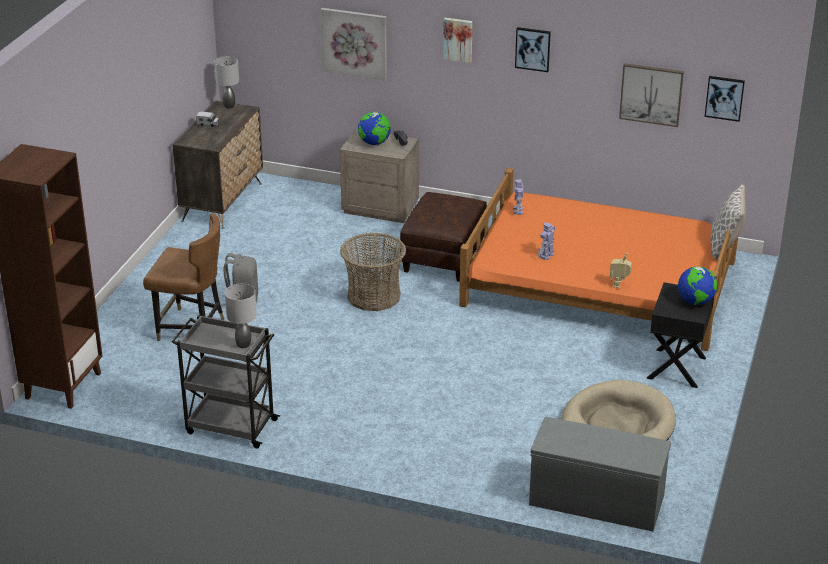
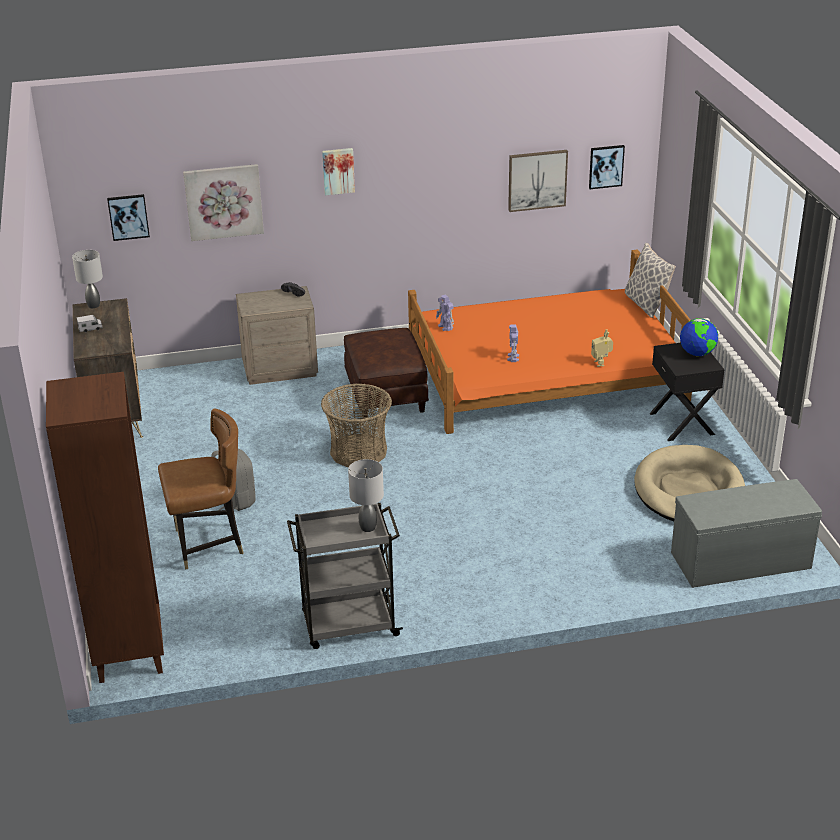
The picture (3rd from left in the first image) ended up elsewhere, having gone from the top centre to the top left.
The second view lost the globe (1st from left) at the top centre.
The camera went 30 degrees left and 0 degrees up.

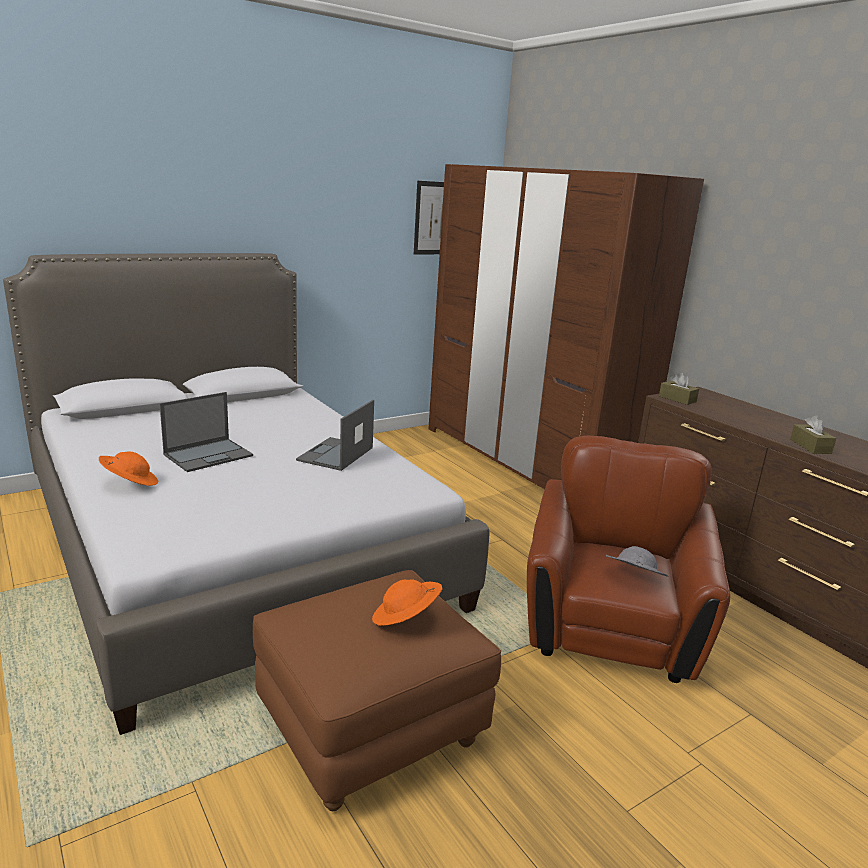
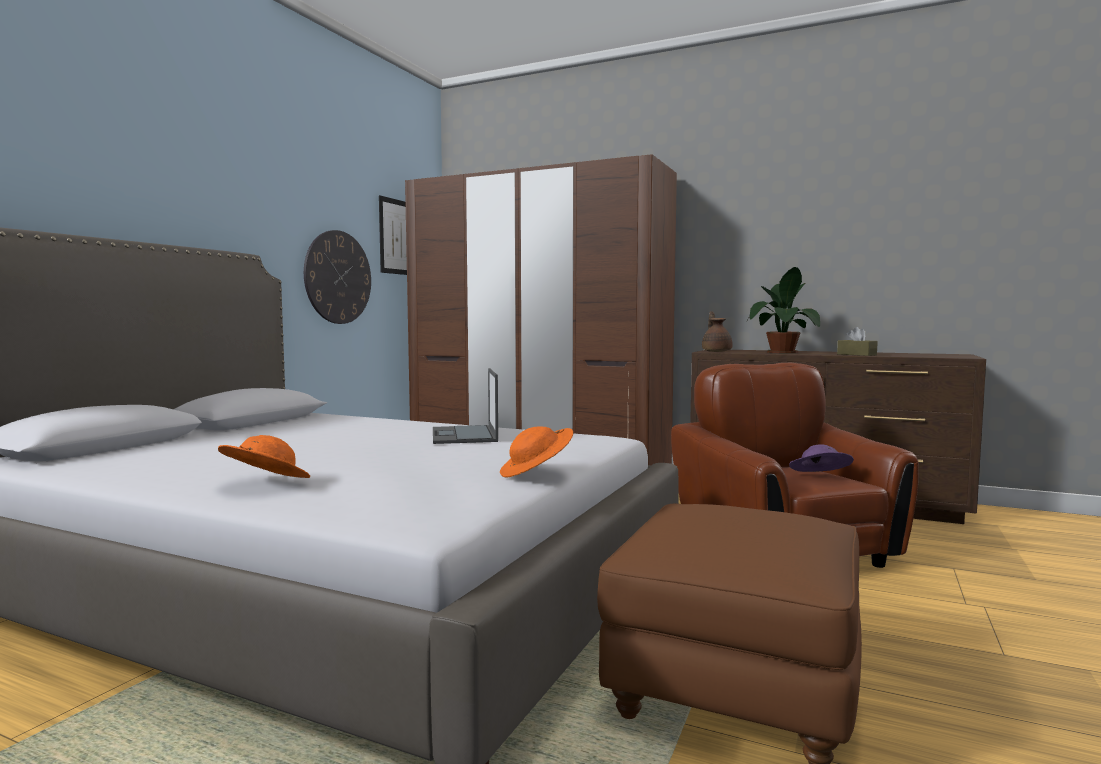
Where the brown tissue box (1st from left) stood at the middle right, the brown teapot came to stand at the centre.
The second view lost the laptop (1st from left) at the middle left.
What was the grey hat at the middle right turned into the purple hat at the middle right.
The orange hat (2nd from left) ended up elsewhere, having gone from the bottom centre to the centre.
The second view gained the wall clock at the middle left.
The second view gained the potted plant at the middle right.
The camera went 30 degrees left and 15 degrees down.

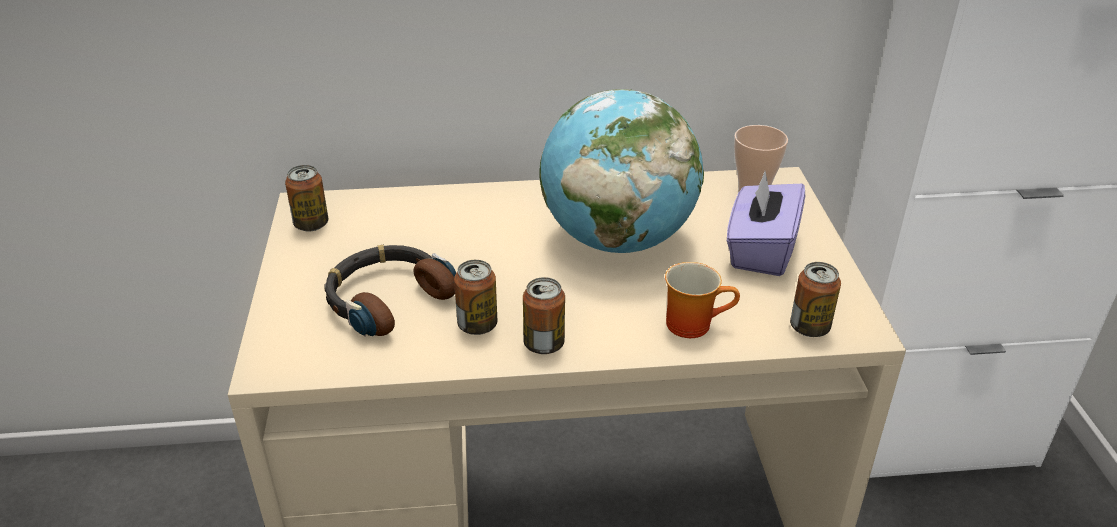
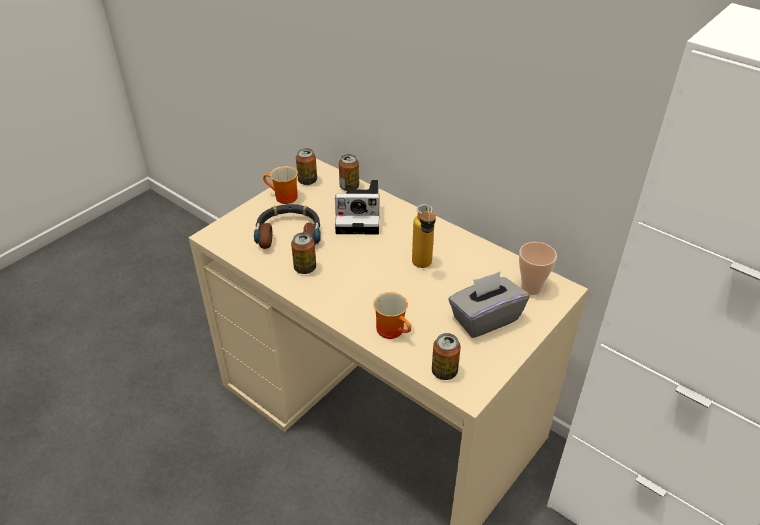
Where the globe stood at the top centre, the bottle came to stand at the centre.
What was the purple tissue box at the middle right turned into the grey tissue box at the centre.
The can (3rd from left) ended up elsewhere, having gone from the centre to the top centre.
The second view gained the mug (1st from left) at the centre.
The second view gained the photo camera at the centre.
The camera went 45 degrees right and 5 degrees up.

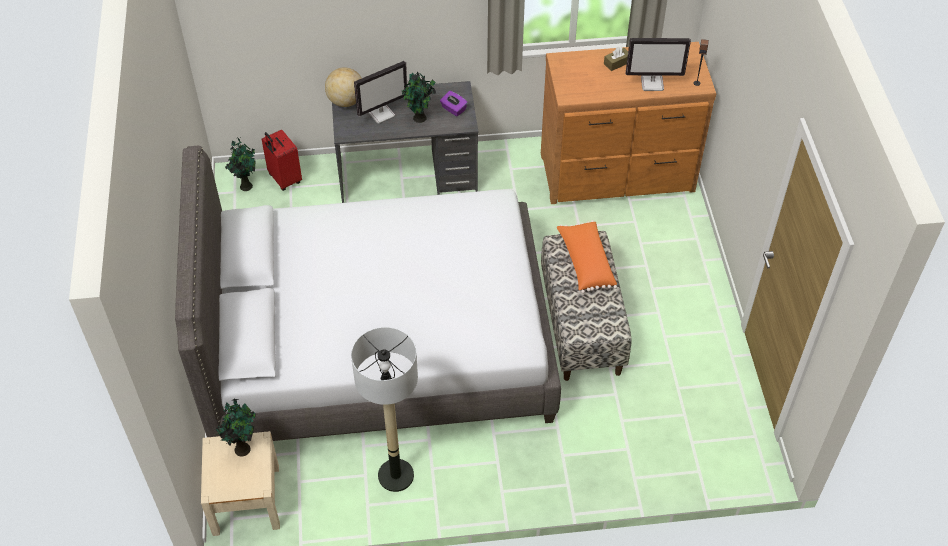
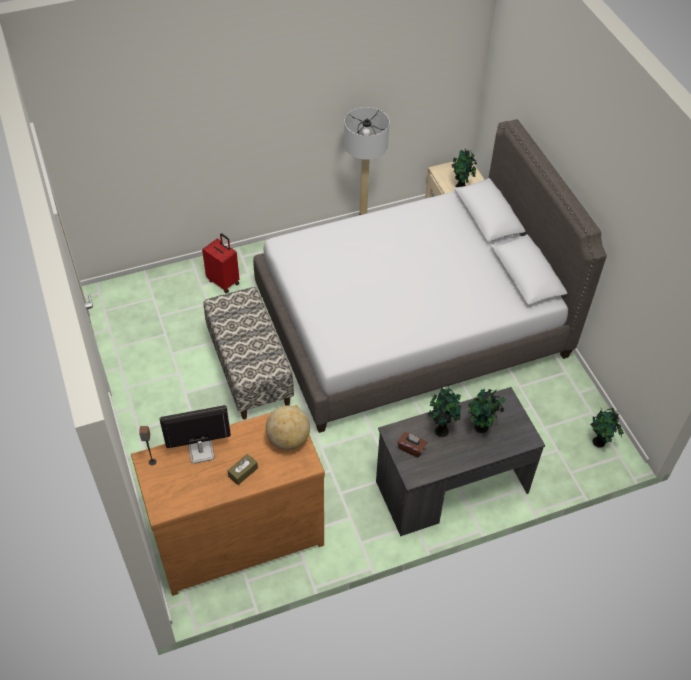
Where the monitor (1st from left) stood at the top centre, the potted plant (3rd from left) came to stand at the middle right.
The globe ended up elsewhere, having gone from the top centre to the centre.
What was the purple tissue box at the top centre turned into the brown tissue box (2nd from left) at the centre.
The red suitcase ended up elsewhere, having gone from the top left to the middle left.
The second view lost the orange pillow at the centre.
The camera went 165 degrees right and 0 degrees up.

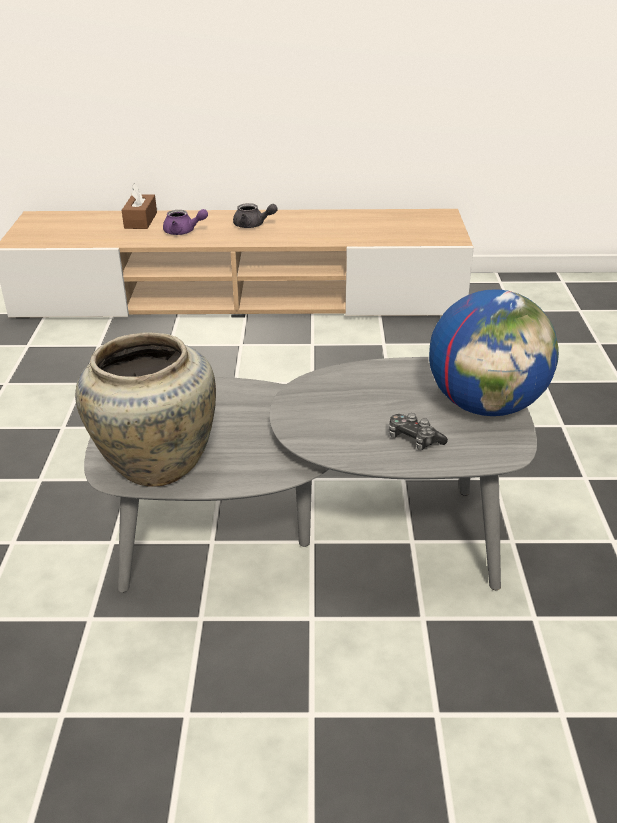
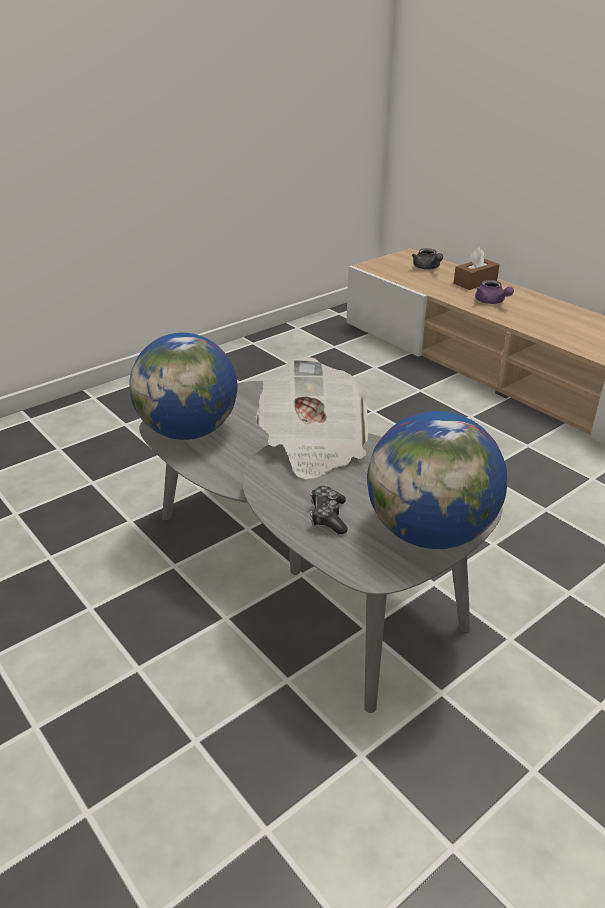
The grey teapot ended up elsewhere, having gone from the top centre to the top right.
Where the beige vase stood at the middle left, the globe (1st from left) came to stand at the middle left.
The second view gained the newspaper at the centre.
The camera went 50 degrees right and 0 degrees up.

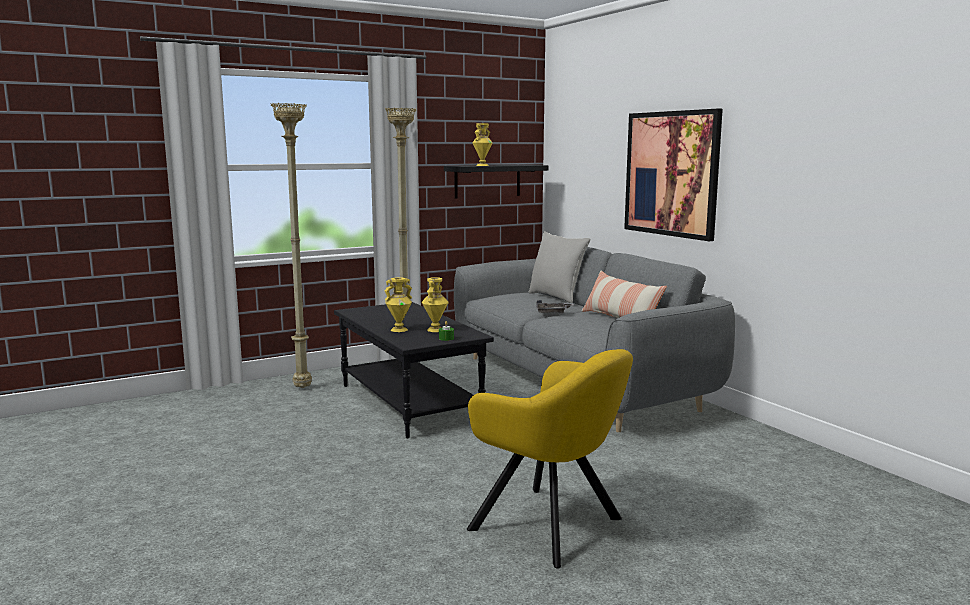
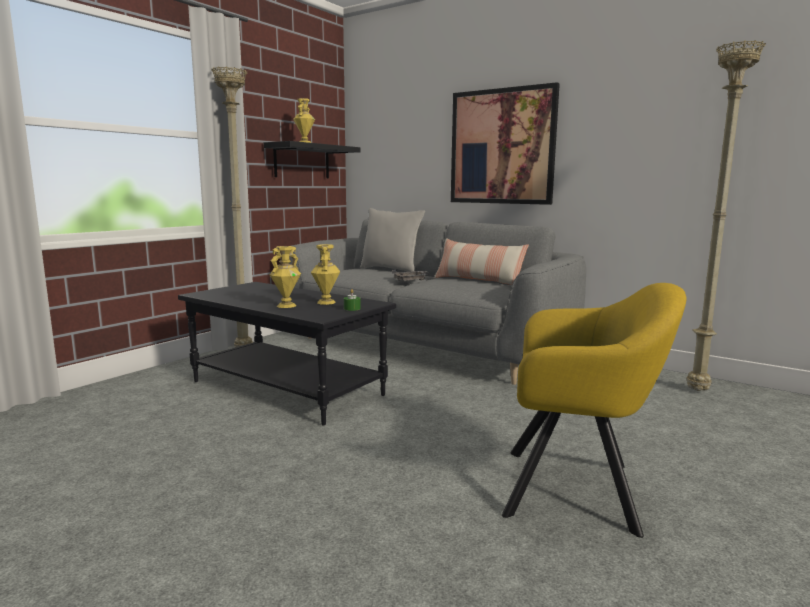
The beige floor lamp (1st from left in the first image) ended up elsewhere, having gone from the middle left to the middle right.
The camera went 25 degrees left and 0 degrees up.

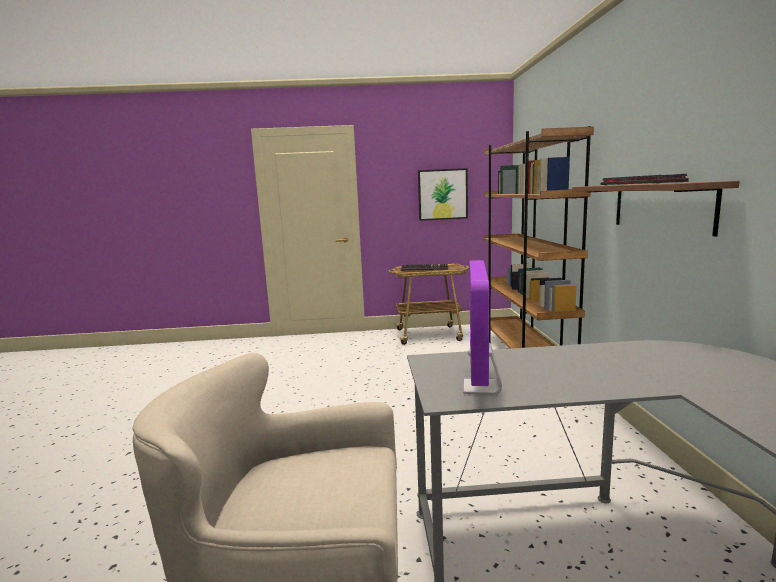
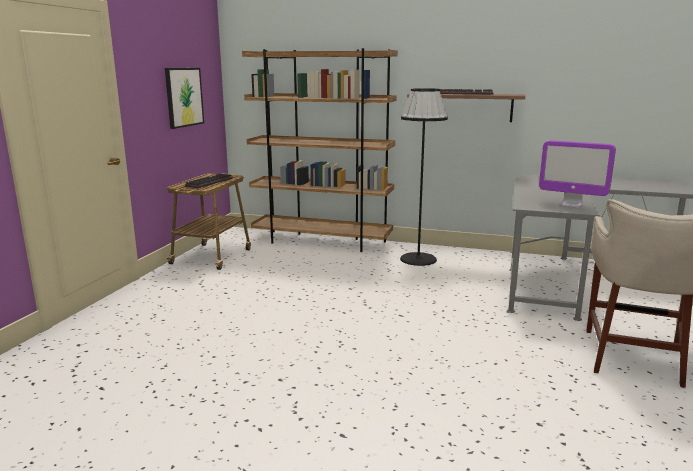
The second view gained the black floor lamp at the centre.
The camera went 70 degrees left and 5 degrees up.

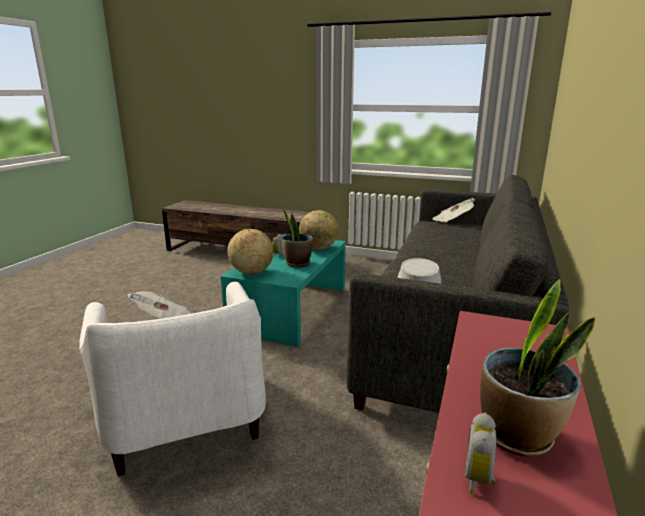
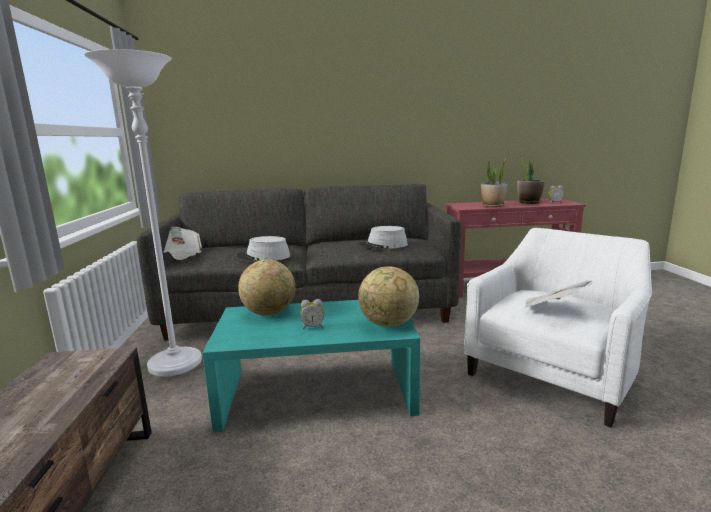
The potted plant (1st from left) ended up elsewhere, having gone from the centre to the middle right.
The second view gained the white floor lamp at the middle left.
The second view gained the grey hat (1st from left) at the centre.
The camera went 115 degrees left and 5 degrees down.

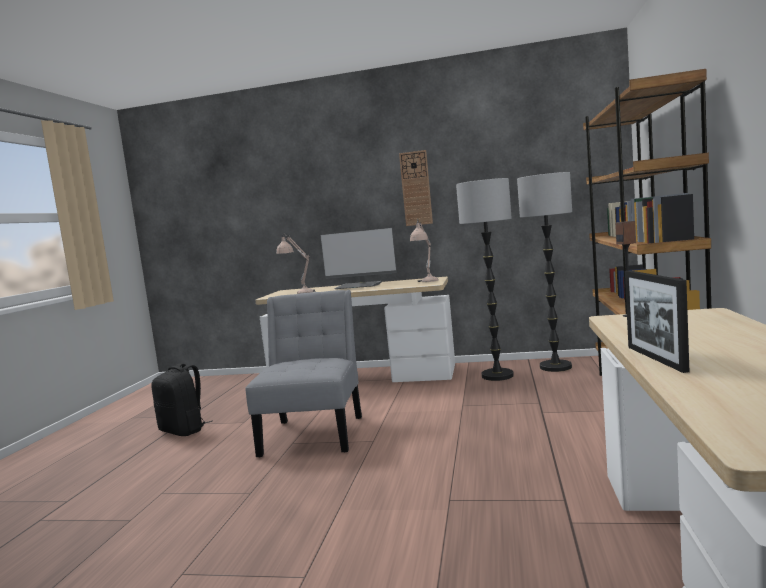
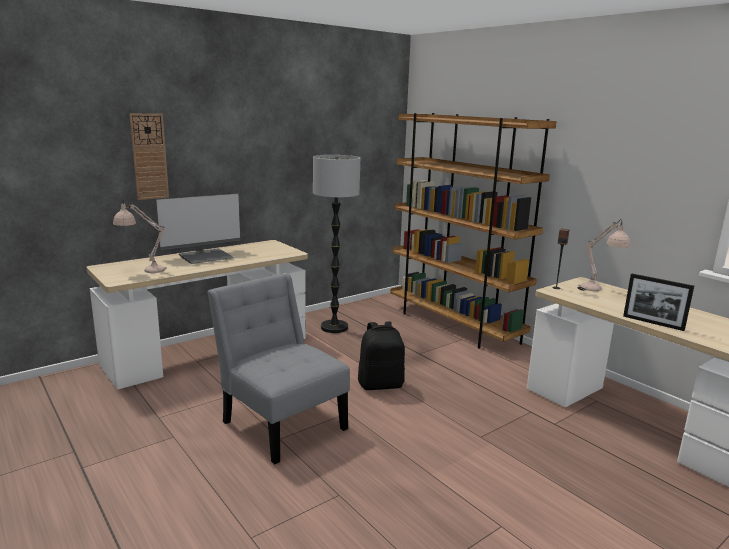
The wall clock ended up elsewhere, having gone from the top centre to the top left.
The second view lost the floor lamp (2nd from left) at the middle right.
The beige table lamp (2nd from left) ended up elsewhere, having gone from the centre to the middle right.
The black backpack ended up elsewhere, having gone from the bottom left to the centre.
The camera went 50 degrees left and 10 degrees up.

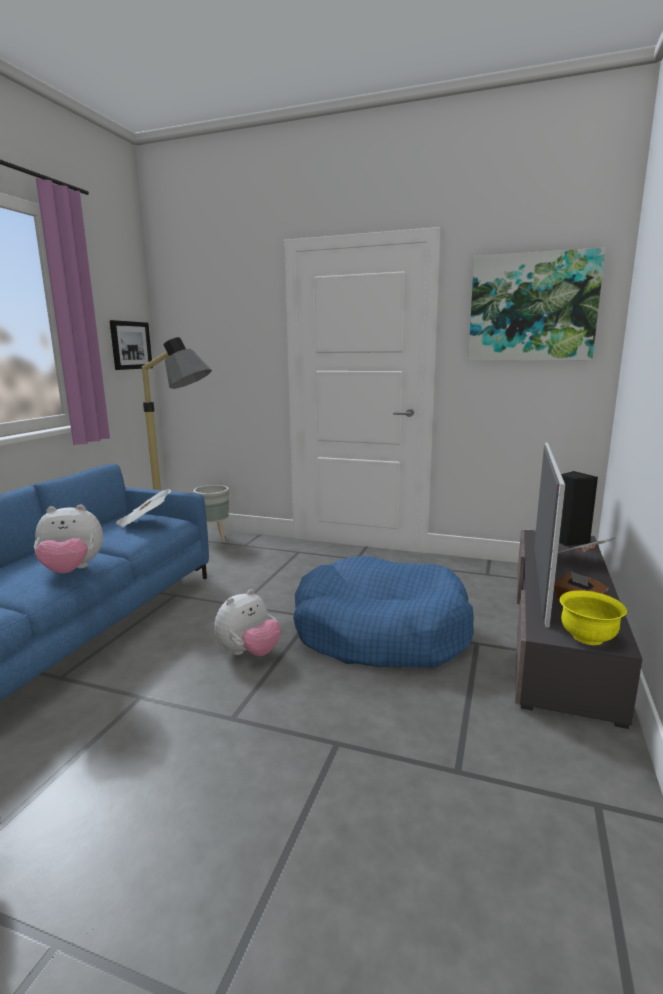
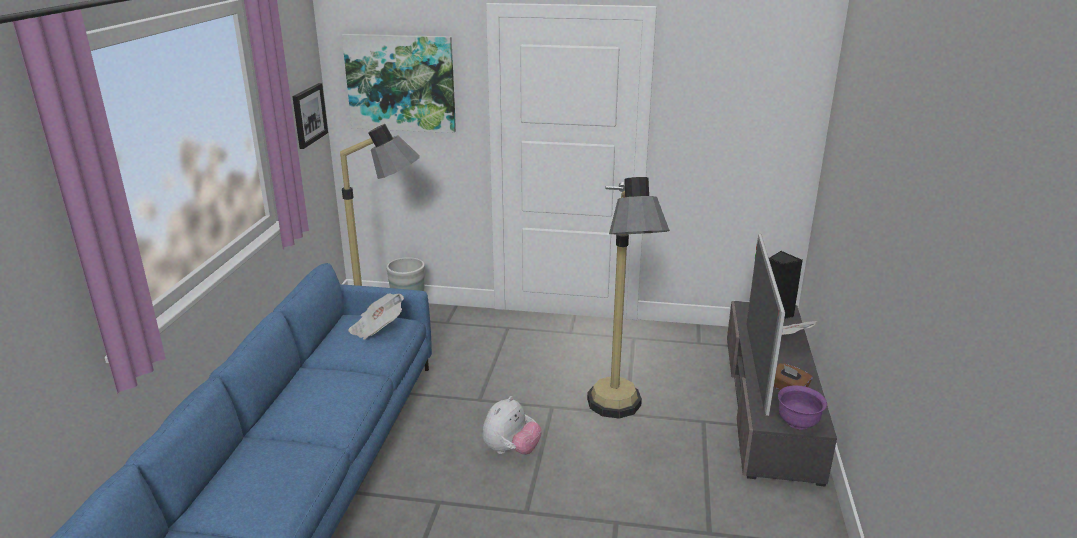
The picture (2nd from left) ended up elsewhere, having gone from the top right to the top centre.
The second view lost the plush toy (1st from left) at the middle left.
Where the blue dog bed stood at the centre, the floor lamp (2nd from left) came to stand at the centre.
What was the yellow bowl at the middle right turned into the purple bowl at the bottom right.
The camera went 10 degrees left and 10 degrees up.

